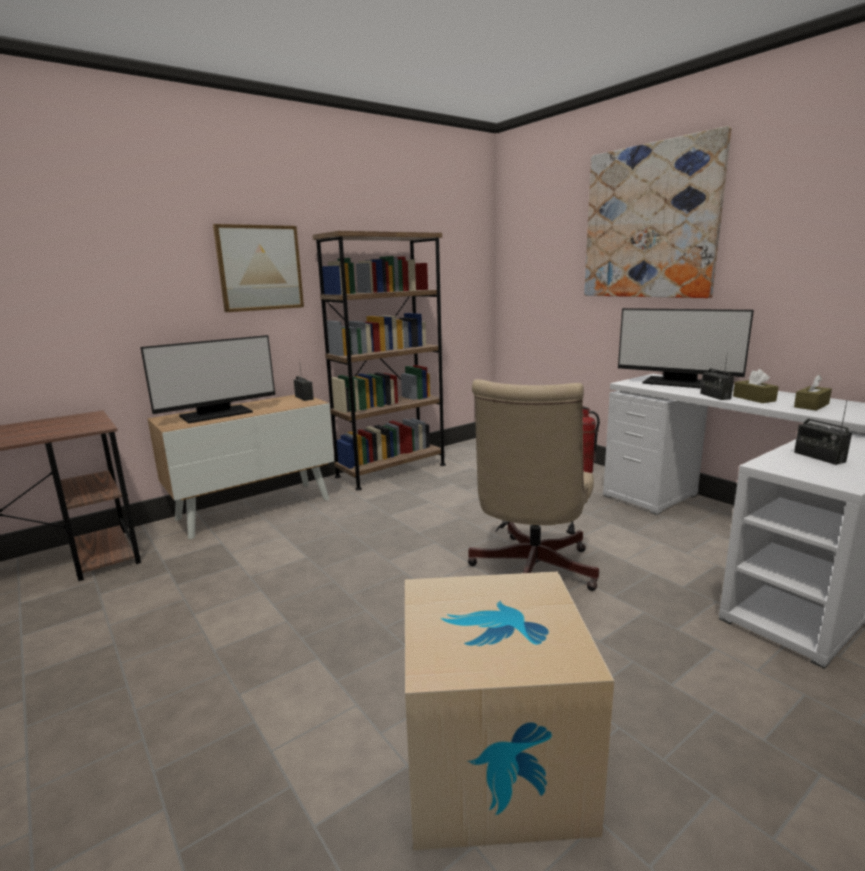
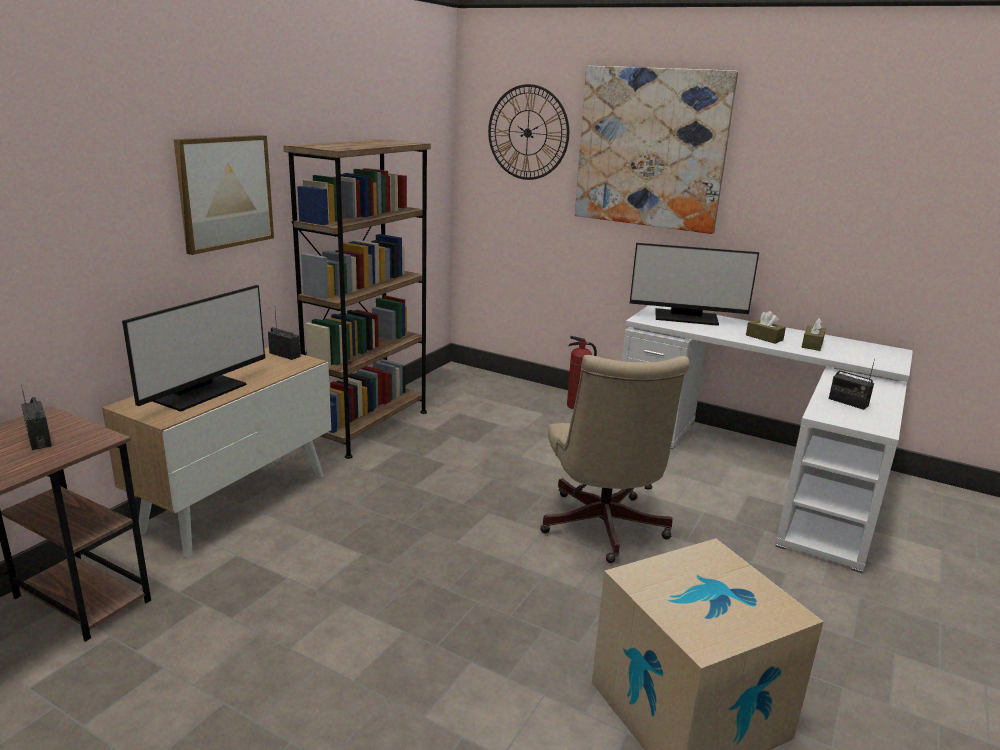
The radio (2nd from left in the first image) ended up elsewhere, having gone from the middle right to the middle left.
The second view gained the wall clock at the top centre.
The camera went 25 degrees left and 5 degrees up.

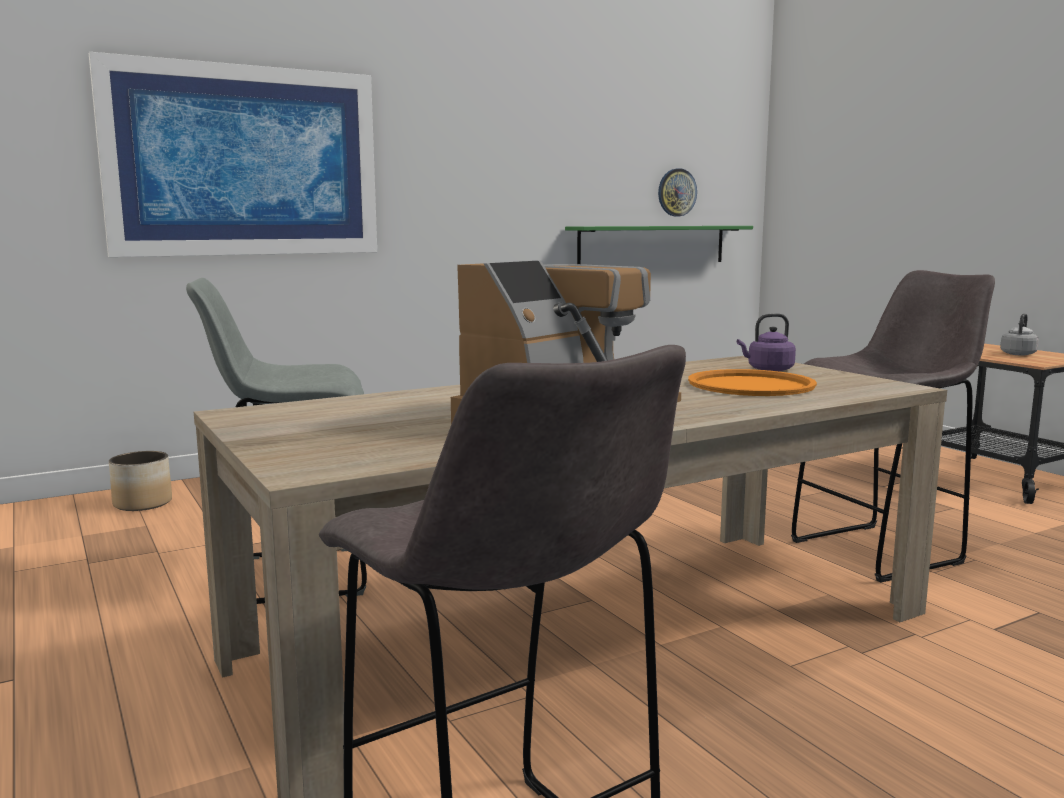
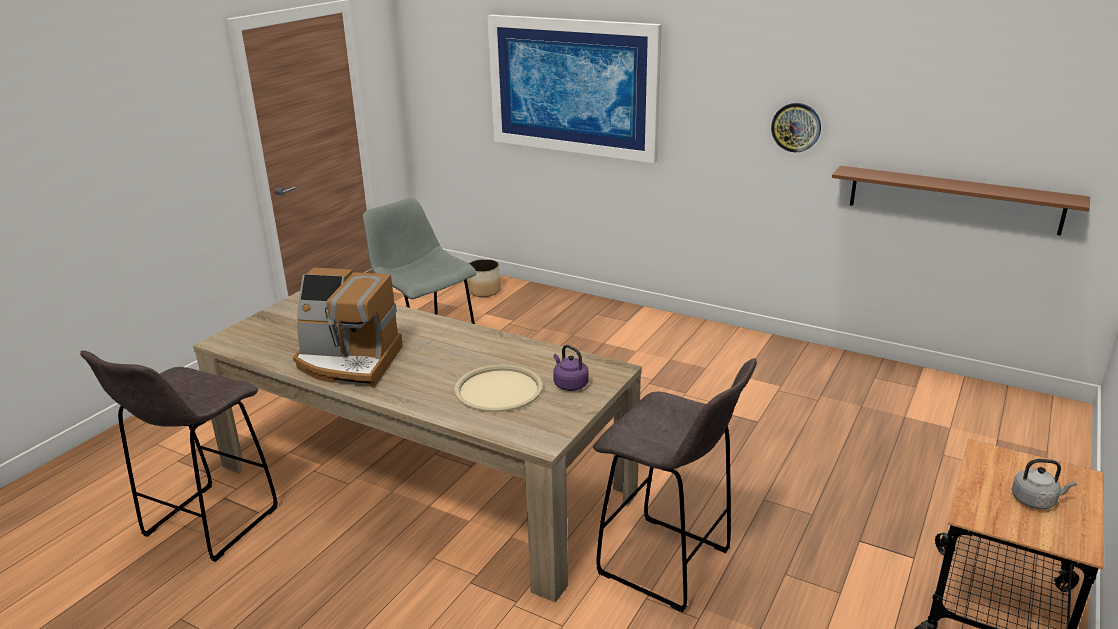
The wall clock ended up elsewhere, having gone from the top centre to the top right.
What was the green shelf at the top centre turned into the brown shelf at the top right.
What was the orange tray at the middle right turned into the beige tray at the centre.
The camera went 60 degrees right and 15 degrees up.

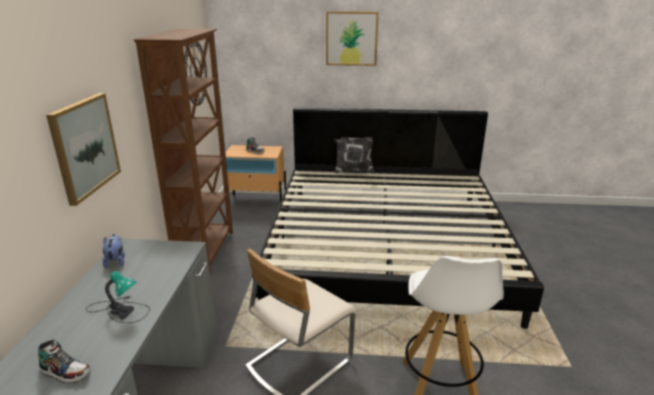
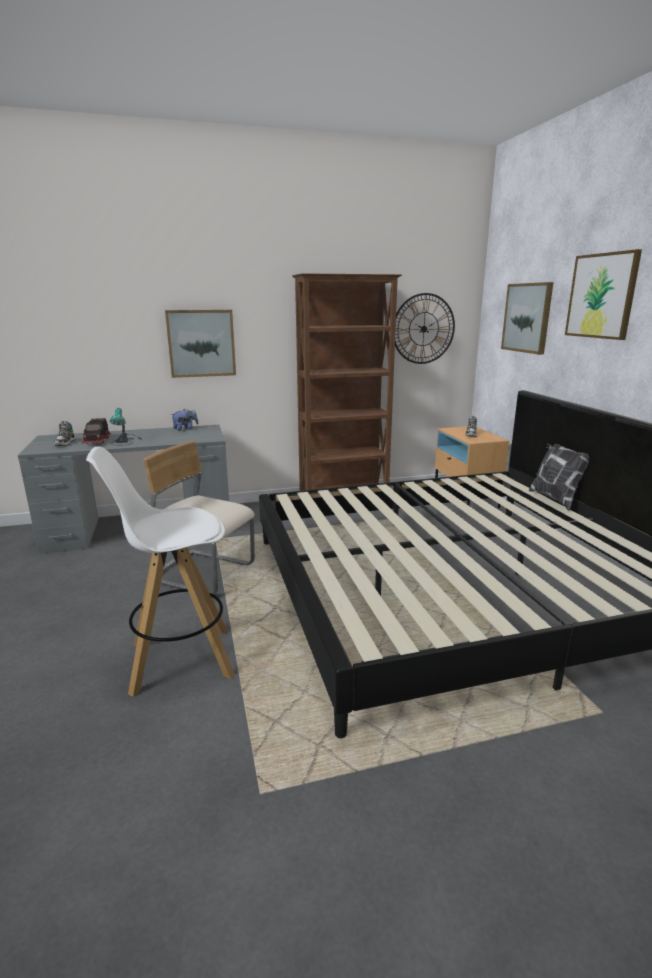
The second view gained the picture (2nd from left) at the top right.
The second view gained the toy truck at the middle left.
The camera went 70 degrees right and 5 degrees down.

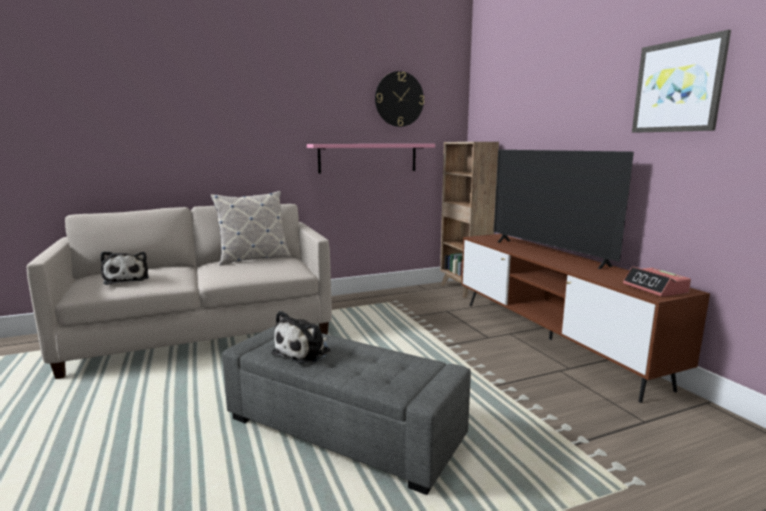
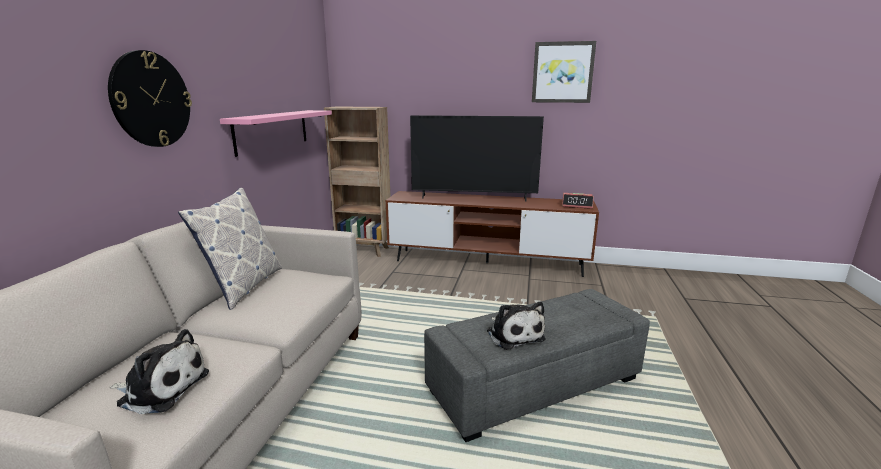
The wall clock ended up elsewhere, having gone from the top centre to the top left.
The camera went 55 degrees left and 5 degrees up.

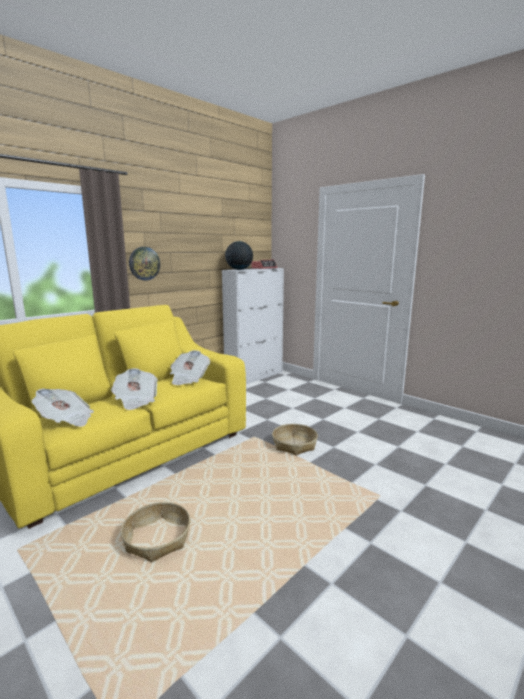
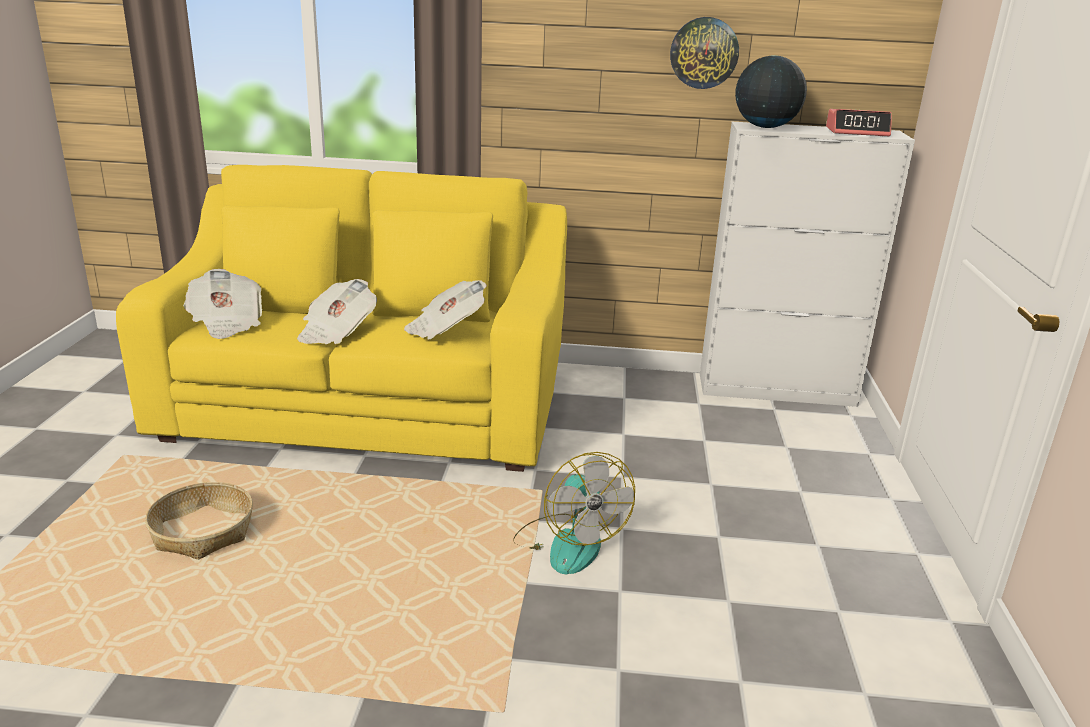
The wall clock ended up elsewhere, having gone from the middle left to the top centre.
Where the basket (2nd from left) stood at the centre, the fan came to stand at the bottom centre.
The camera went 50 degrees right and 10 degrees up.

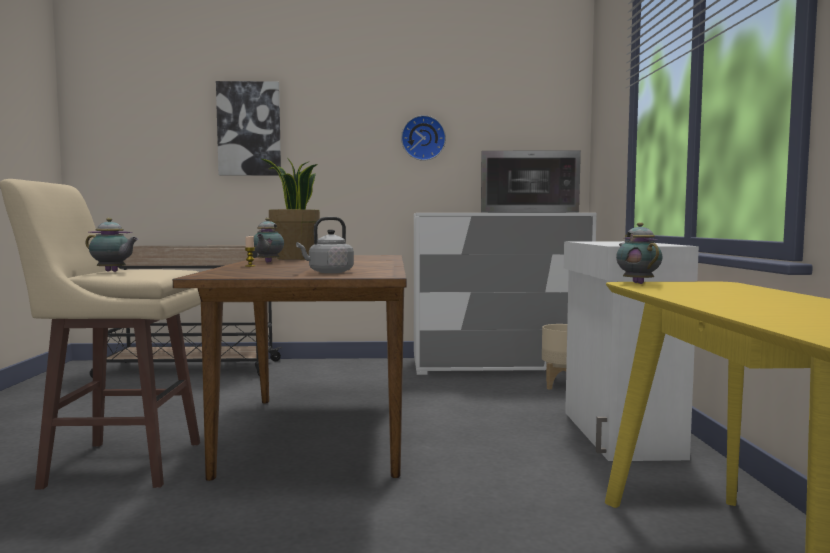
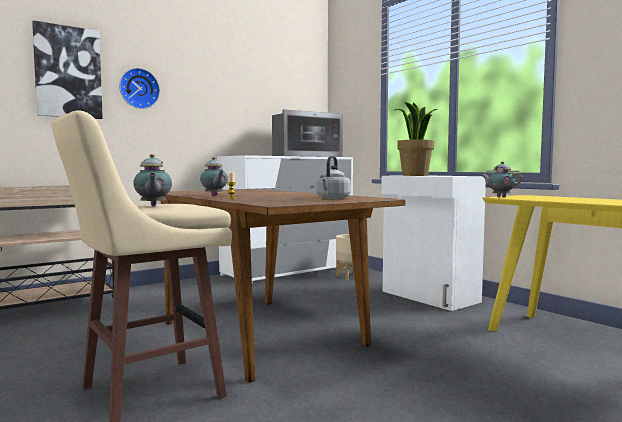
The wall clock ended up elsewhere, having gone from the top centre to the top left.
The potted plant ended up elsewhere, having gone from the centre to the top right.
The teapot (1st from left) at the middle left ended up facing another way, 90 degrees clockwise from before.
The camera went 35 degrees left and 0 degrees up.

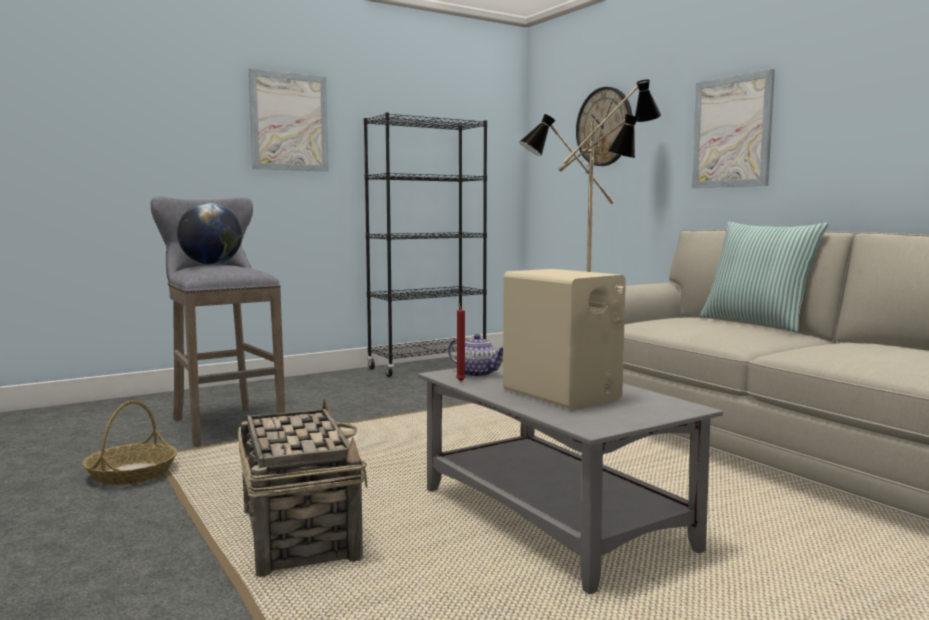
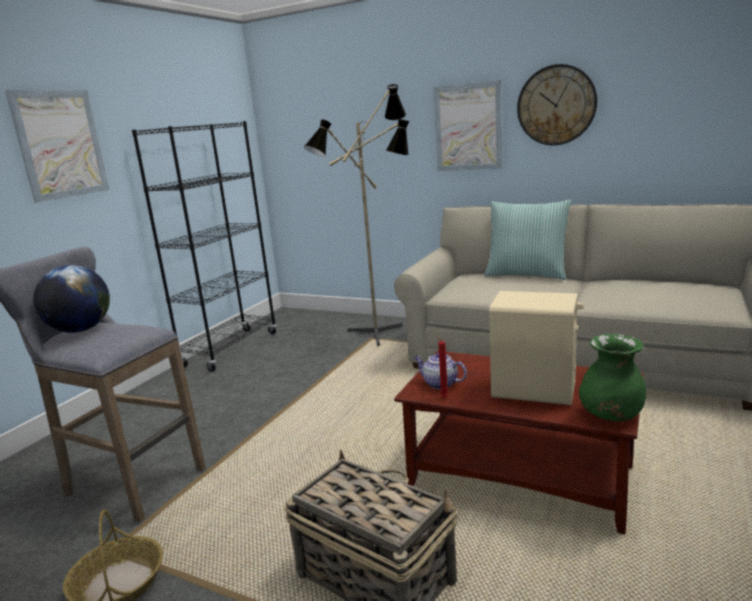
The wall clock ended up elsewhere, having gone from the top centre to the top right.
The teapot at the centre ended up facing another way, 150 degrees counterclockwise from before.
What was the grey coffee table at the bottom centre turned into the brown coffee table at the bottom right.
The second view gained the green vase at the middle right.
The camera went 30 degrees left and 10 degrees up.

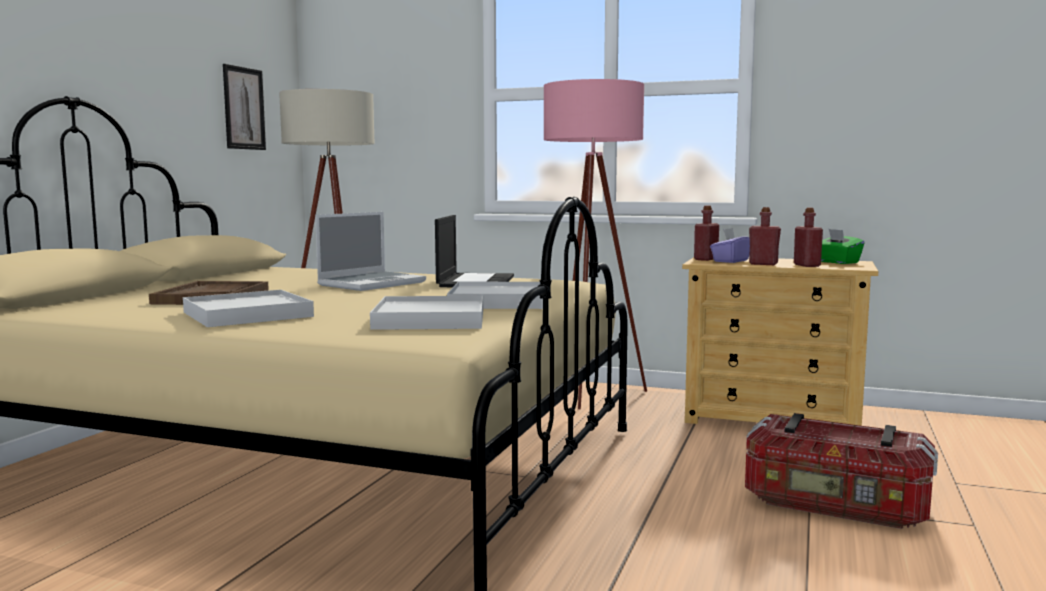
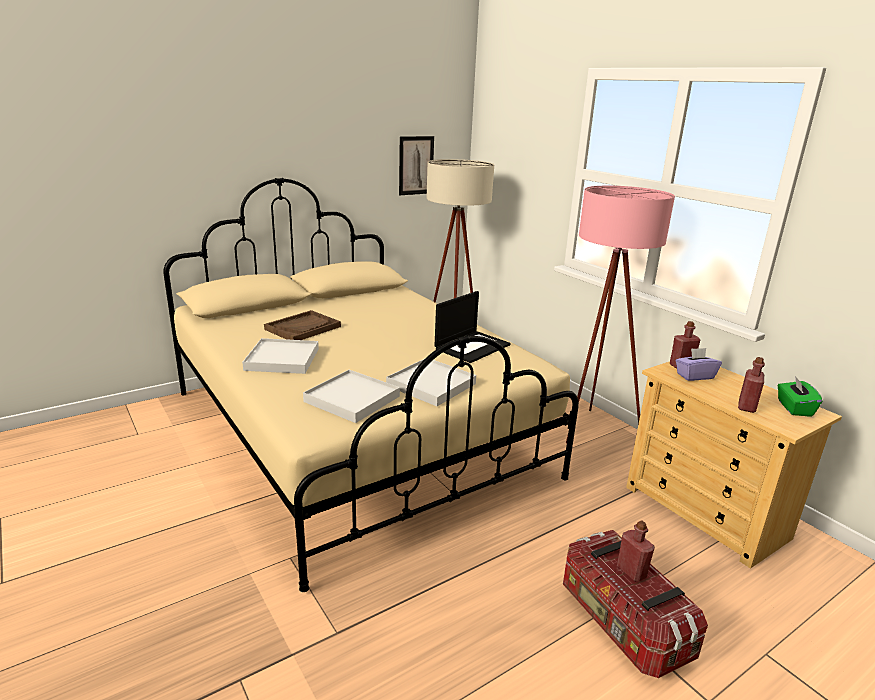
The red bottle (2nd from left in the first image) ended up elsewhere, having gone from the middle right to the bottom right.
The second view lost the laptop (1st from left) at the centre.
The camera went 35 degrees right and 15 degrees up.

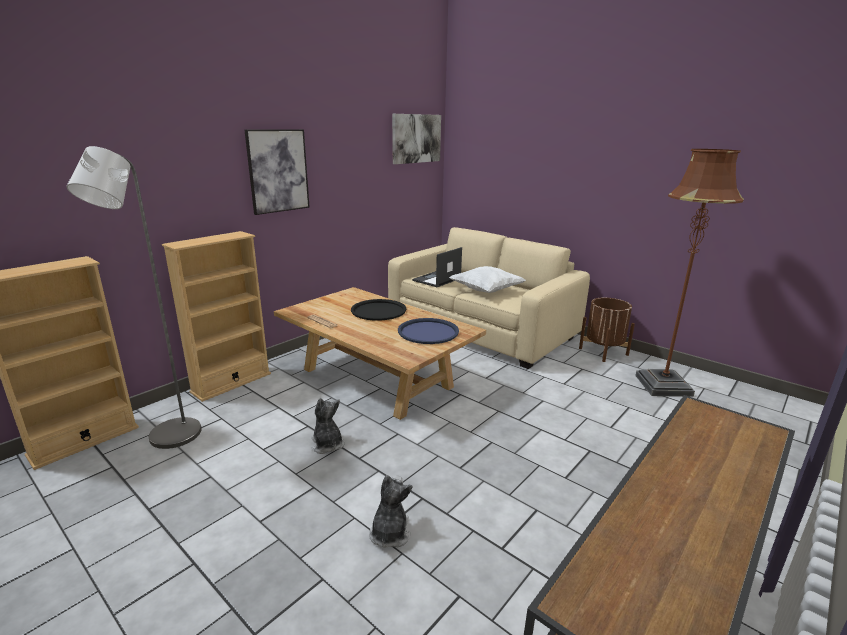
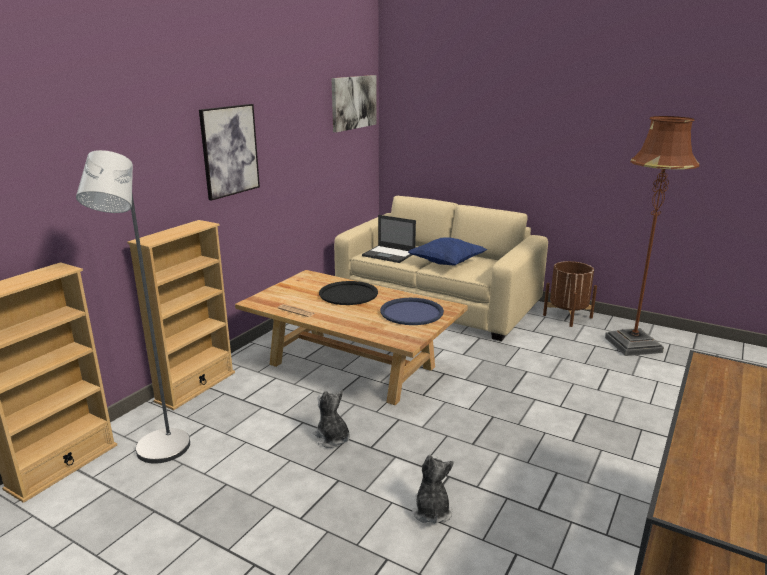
The laptop at the centre ended up facing another way, 90 degrees counterclockwise from before.
What was the white pillow at the centre turned into the blue pillow at the centre.
The camera went 10 degrees left and 0 degrees up.

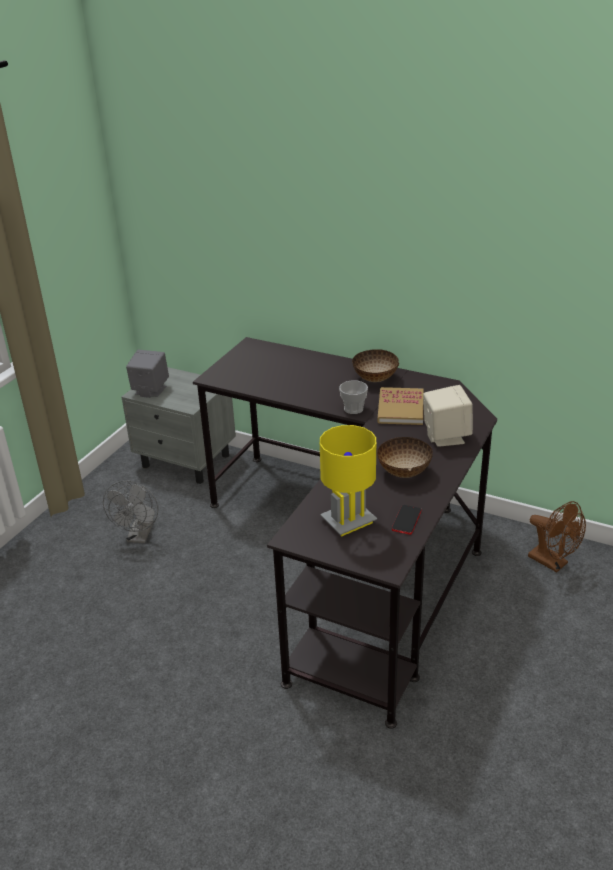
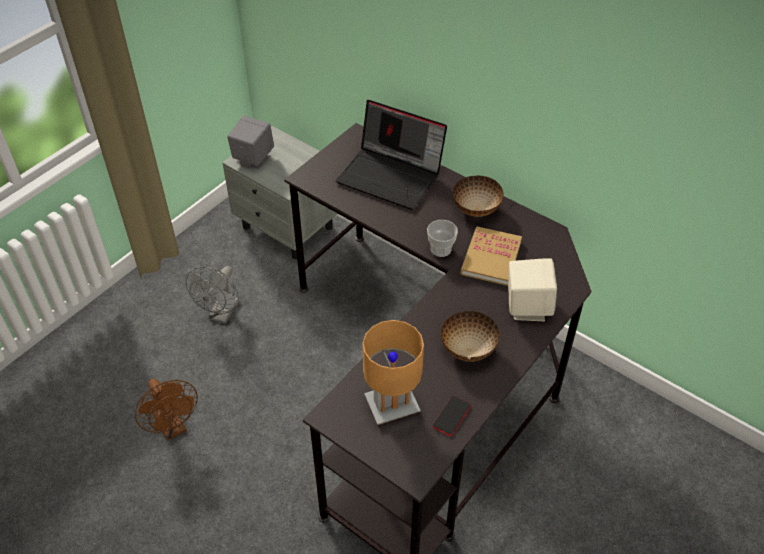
What was the yellow table lamp at the centre turned into the brown table lamp at the bottom centre.
The brown fan ended up elsewhere, having gone from the middle right to the bottom left.
The second view gained the laptop at the top centre.
The camera went 10 degrees right and 15 degrees up.

